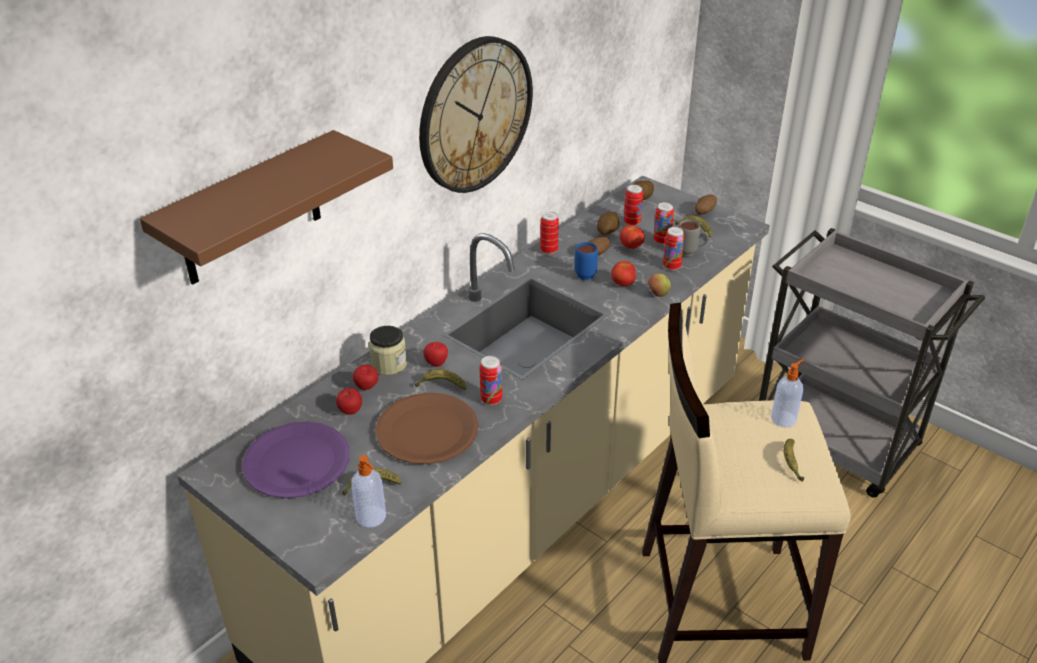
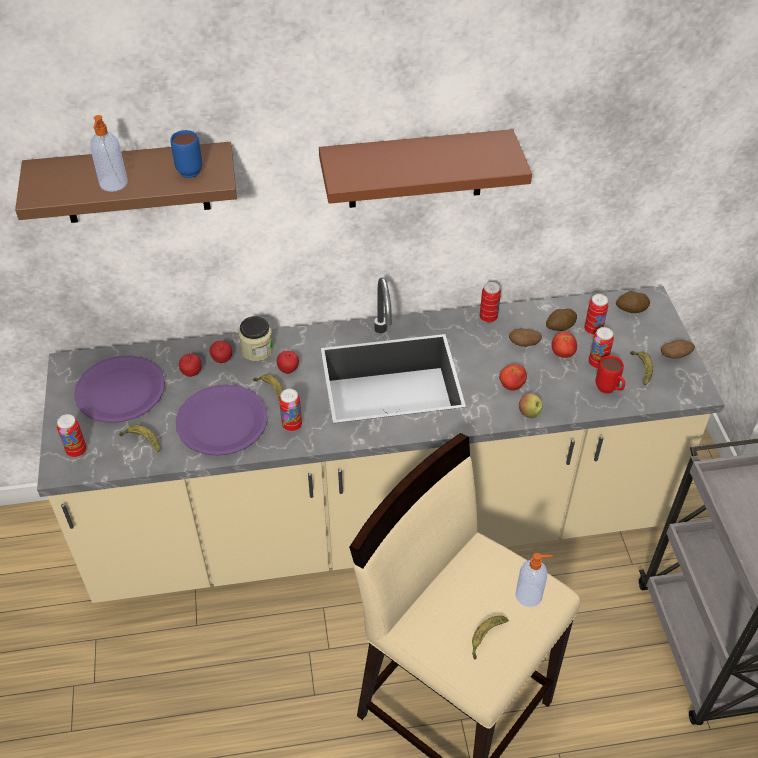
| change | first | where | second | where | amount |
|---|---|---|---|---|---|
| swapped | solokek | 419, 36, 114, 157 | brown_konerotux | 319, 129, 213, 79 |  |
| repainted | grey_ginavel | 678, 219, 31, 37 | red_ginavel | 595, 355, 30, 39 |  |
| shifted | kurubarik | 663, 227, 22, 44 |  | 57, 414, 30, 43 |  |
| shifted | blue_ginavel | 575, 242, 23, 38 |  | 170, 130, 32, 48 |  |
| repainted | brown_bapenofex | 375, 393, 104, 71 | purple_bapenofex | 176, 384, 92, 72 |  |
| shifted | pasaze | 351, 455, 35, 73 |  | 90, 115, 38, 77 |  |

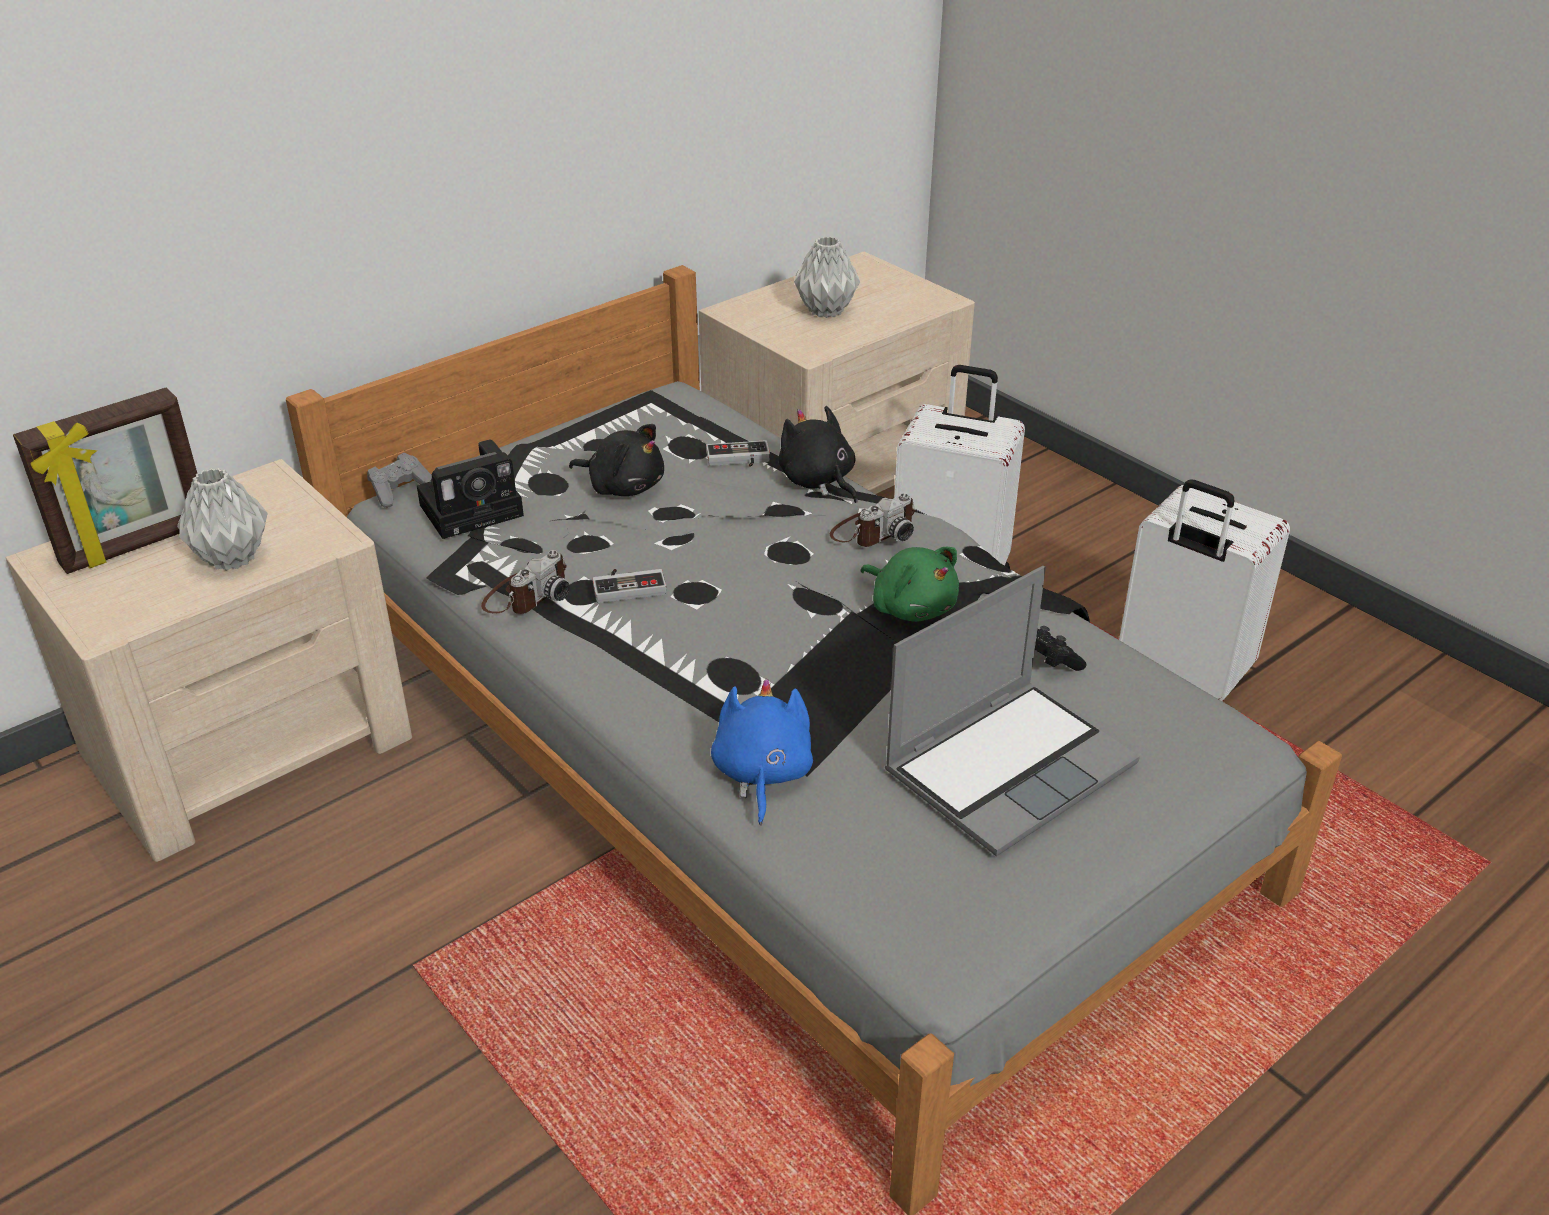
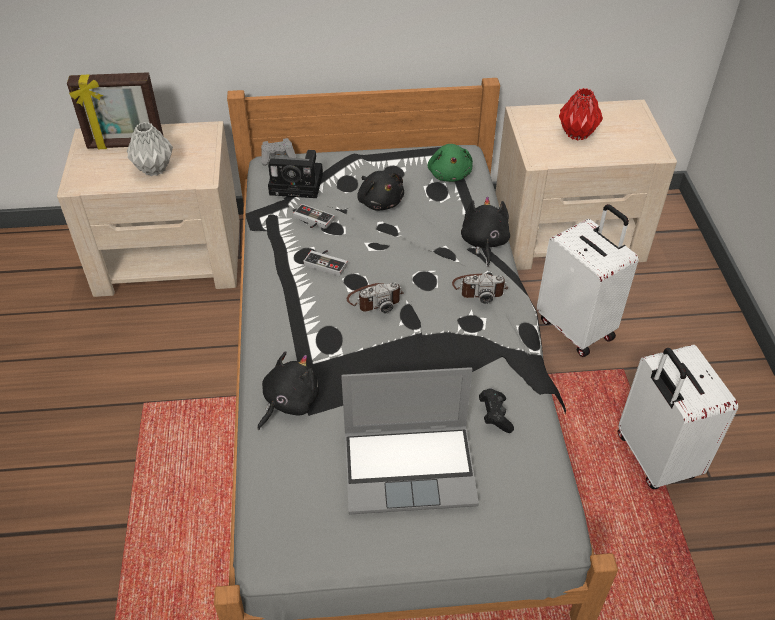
| change | first | where | second | where | amount |
|---|---|---|---|---|---|
| repainted | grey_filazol | 794, 236, 66, 82 | red_filazol | 559, 88, 44, 53 |  |
| shifted | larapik | 706, 440, 64, 27 |  | 293, 204, 42, 25 |  |
| shifted | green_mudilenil | 861, 547, 98, 75 |  | 428, 144, 45, 38 |  |
| shifted | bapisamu | 481, 550, 89, 64 |  | 347, 282, 57, 31 |  |
| repainted | blue_mudilenil | 711, 679, 102, 146 | black_mudilenil | 257, 352, 62, 78 |  |

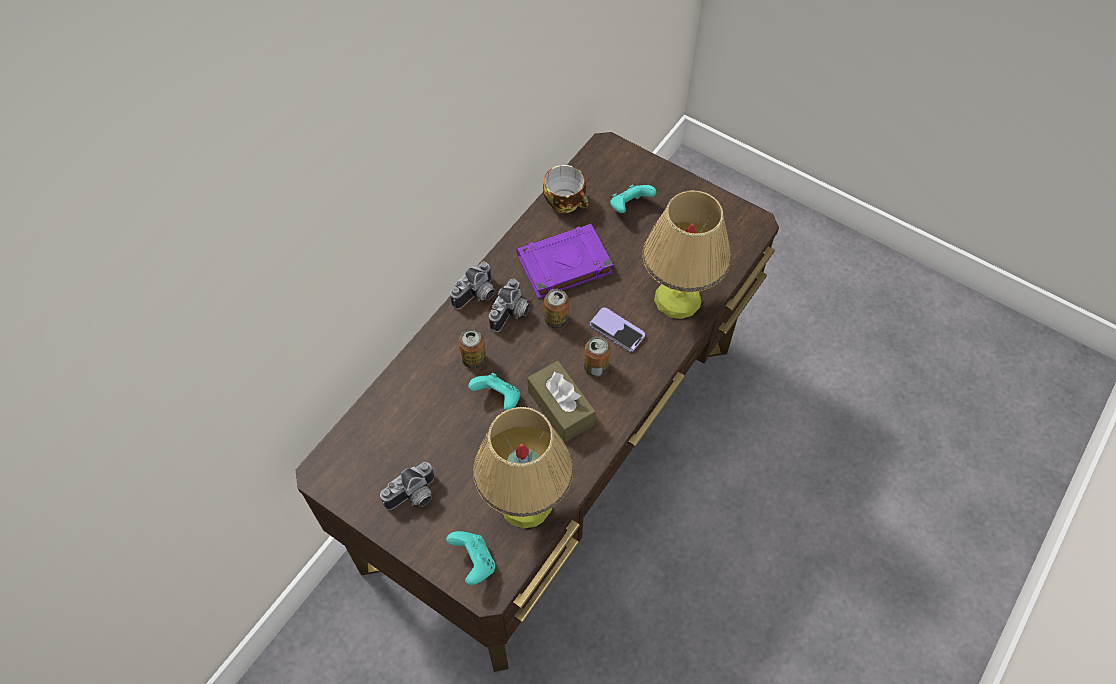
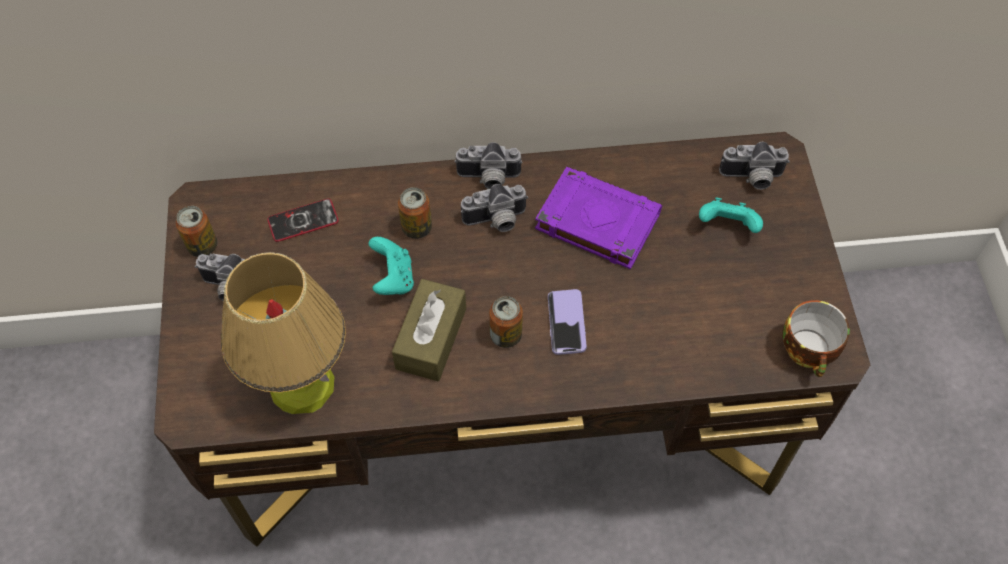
| change | first | where | second | where | amount |
|---|---|---|---|---|---|
| shifted | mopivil | 543, 165, 46, 48 |  | 782, 300, 68, 77 |  |
| gone | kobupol | 643, 190, 88, 129 |  |  |  |
| shifted | kurubarik | 544, 289, 25, 40 |  | 175, 206, 42, 51 |  |
| gone | turquoise_larapik | 446, 531, 49, 54 |  |  |  |
| new |  |  | bapisamu | 719, 142, 71, 48 |  |
| new |  |  | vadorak | 267, 199, 72, 43 |  |

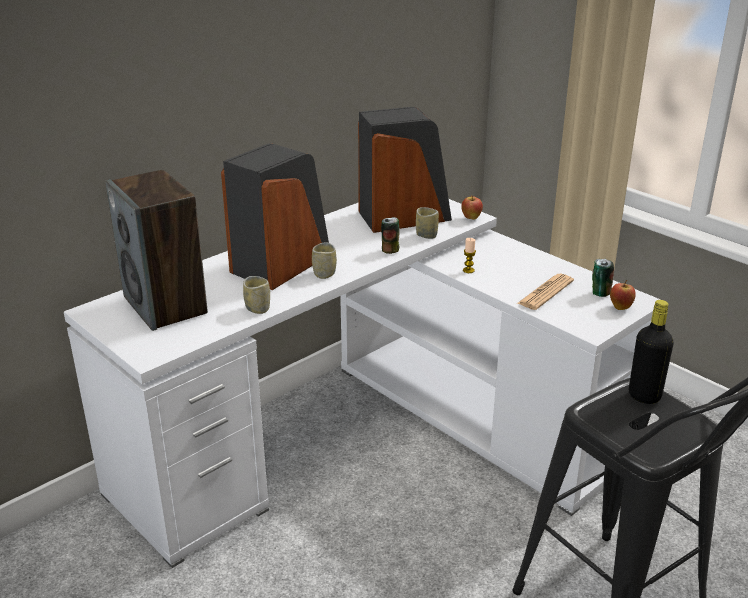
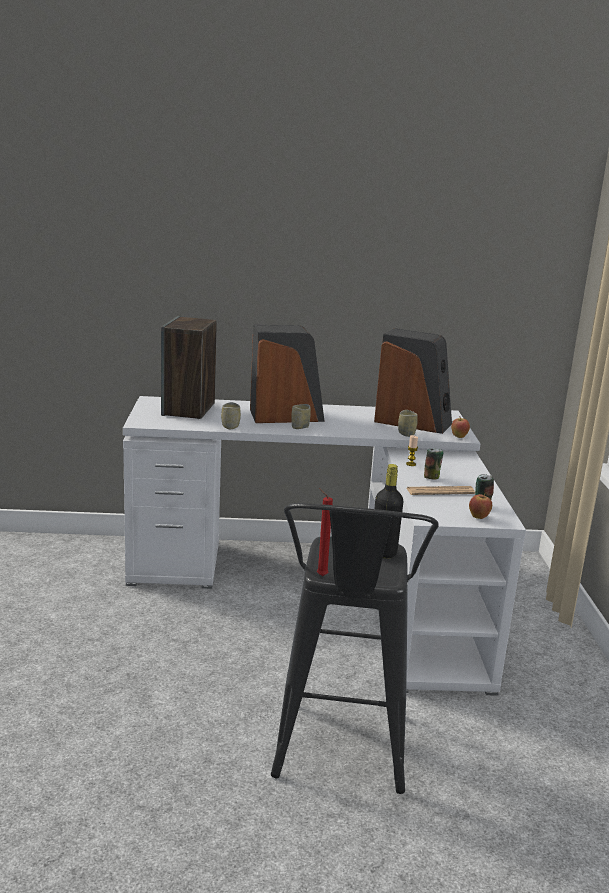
| change | first | where | second | where | amount |
|---|---|---|---|---|---|
| shifted | kurubarik | 381, 217, 18, 37 |  | 424, 448, 19, 31 |  |
| new |  |  | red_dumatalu | 317, 488, 16, 88 |  |

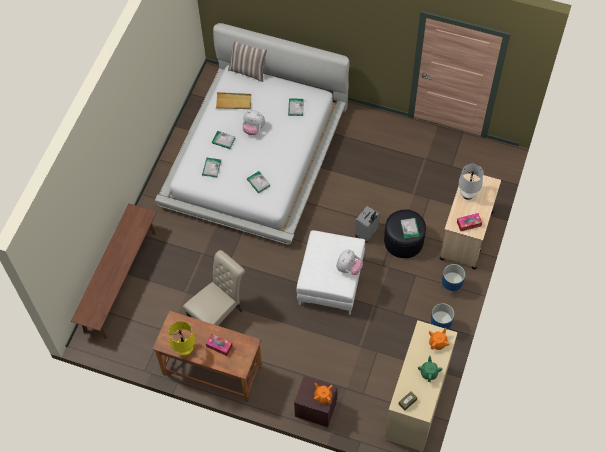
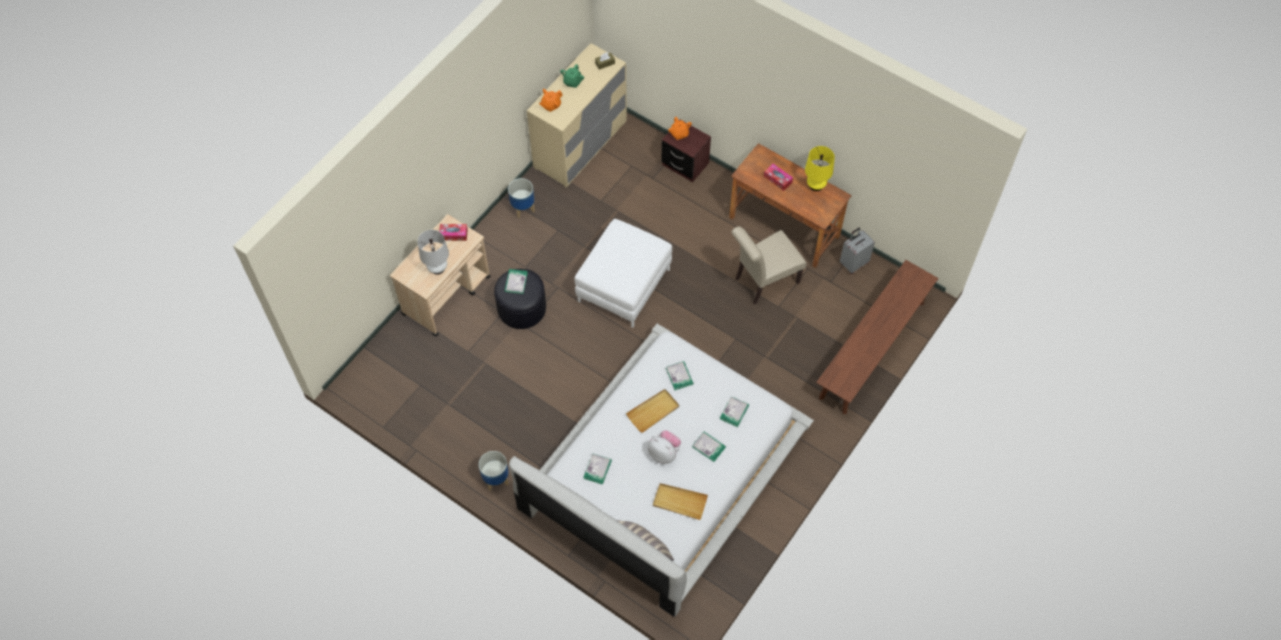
| change | first | where | second | where | amount |
|---|---|---|---|---|---|
| shifted | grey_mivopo | 355, 206, 25, 37 |  | 840, 227, 35, 47 |  |
| gone | mudilenil | 336, 249, 27, 26 |  |  |  |
| shifted | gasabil | 441, 264, 24, 33 |  | 479, 451, 30, 40 |  |
| new |  |  | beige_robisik | 626, 389, 53, 44 |  |

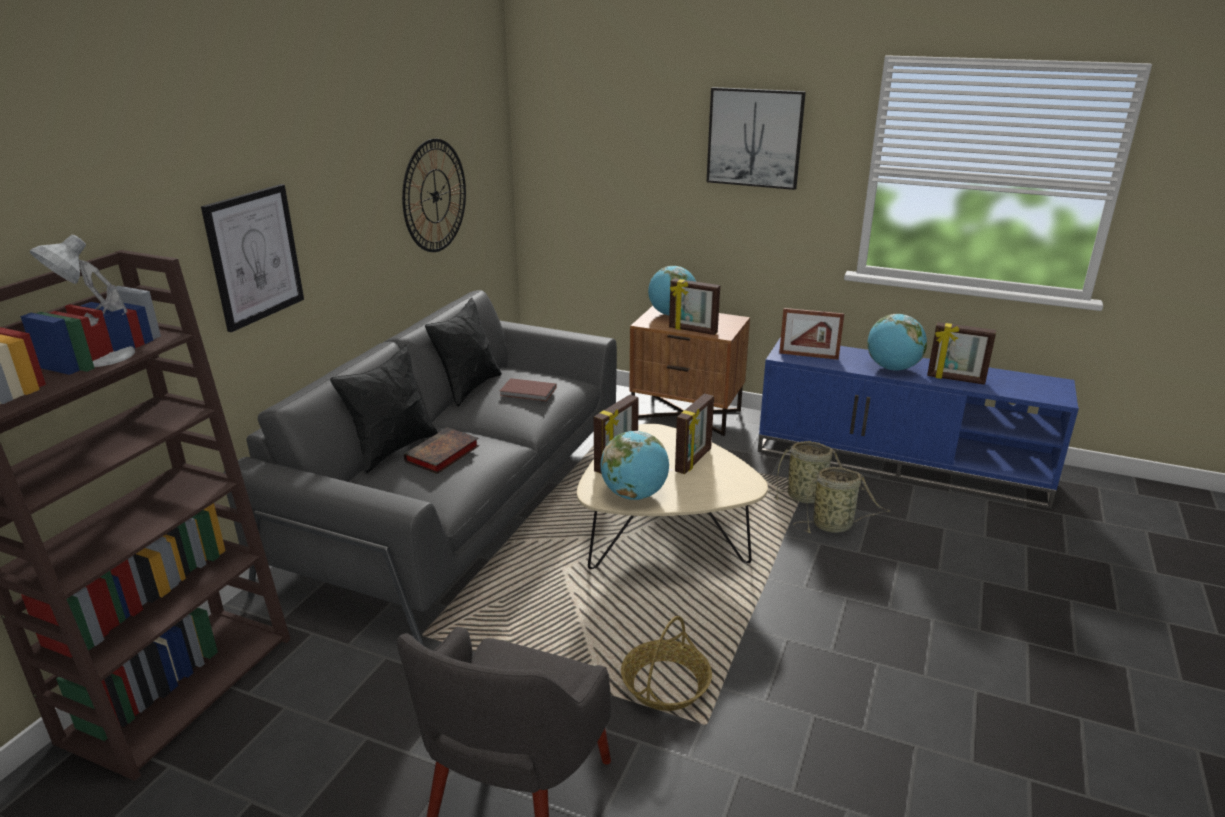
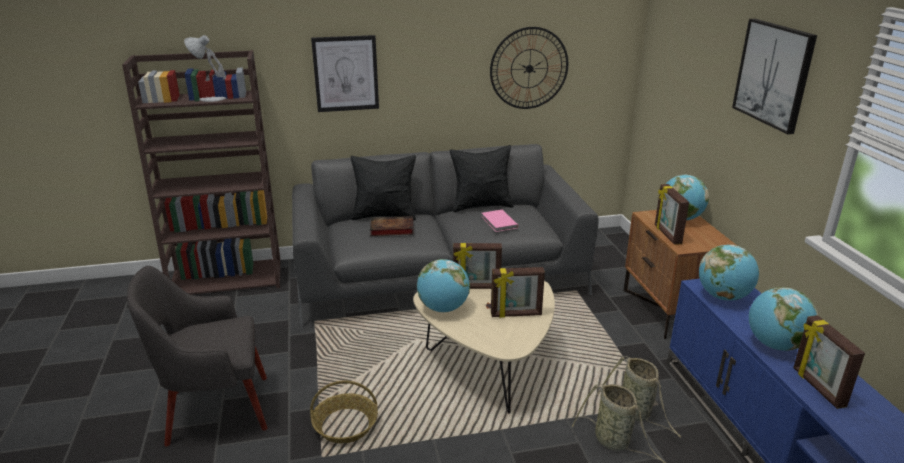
| change | first | where | second | where | amount |
|---|---|---|---|---|---|
| swapped | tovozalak | 779, 308, 65, 52 | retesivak | 699, 245, 60, 56 |  |
| repainted | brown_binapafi | 500, 378, 57, 23 | pink_binapafi | 481, 210, 38, 22 |  |

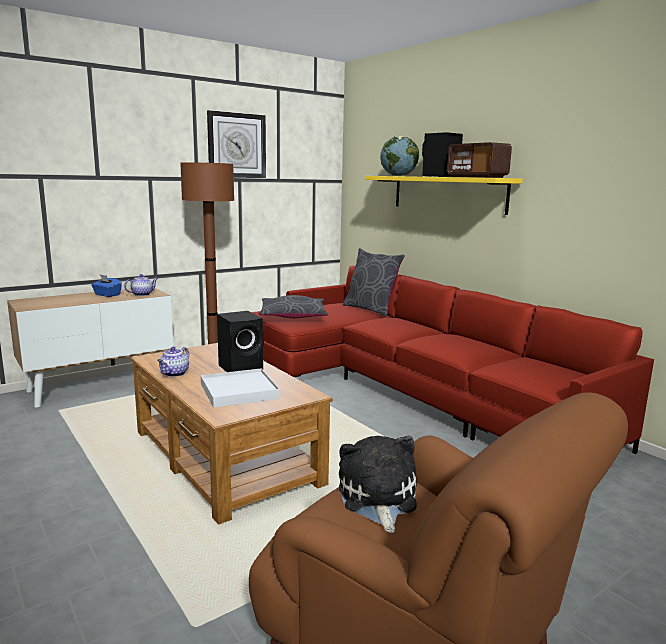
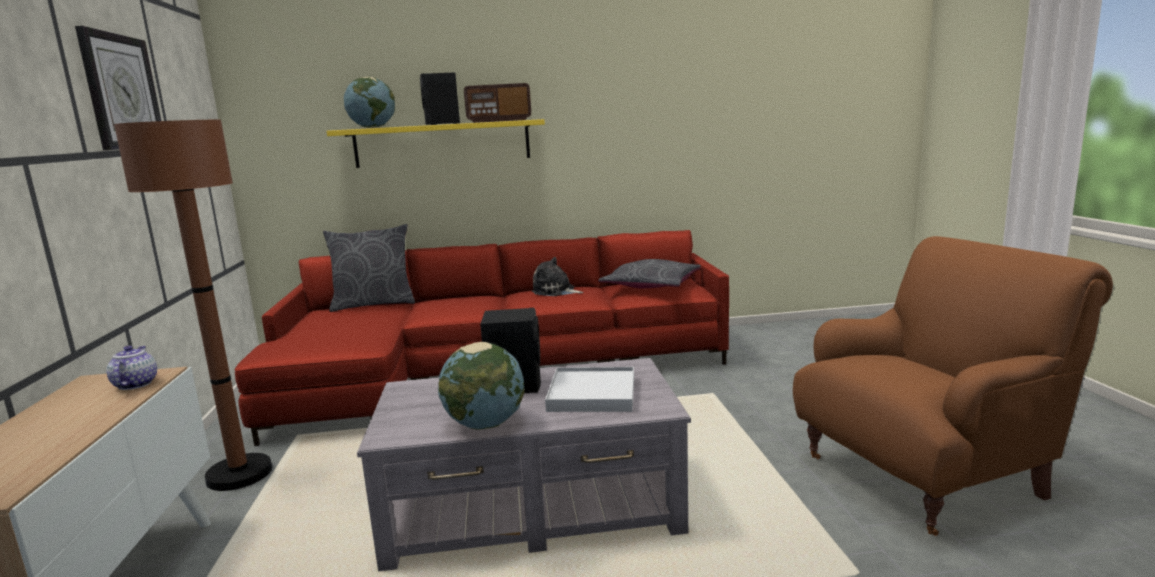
| change | first | where | second | where | amount |
|---|---|---|---|---|---|
| gone | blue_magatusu | 91, 274, 31, 23 |  |  |  |
| shifted | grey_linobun | 258, 295, 70, 23 |  | 598, 259, 103, 29 |  |
| repainted | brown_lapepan | 131, 343, 202, 182 | grey_lapepan | 357, 358, 334, 213 |  |
| swapped | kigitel | 157, 347, 32, 30 | retesivak | 438, 342, 87, 88 |  |
| shifted | mudilenil | 339, 436, 78, 97 |  | 532, 257, 51, 39 |  |

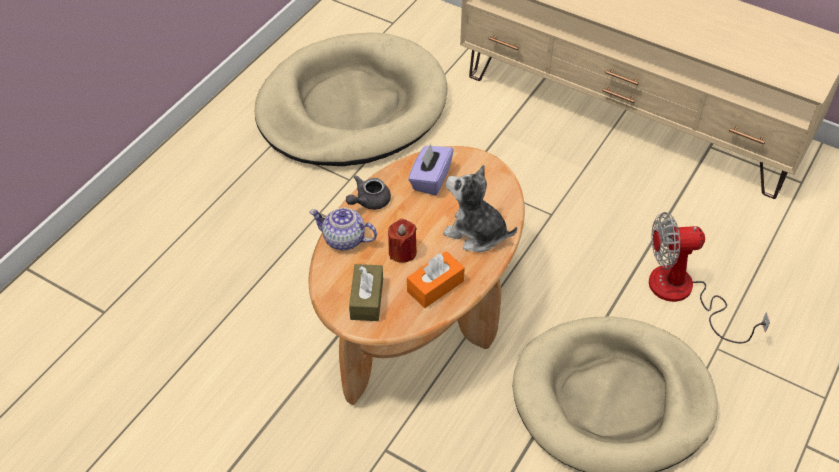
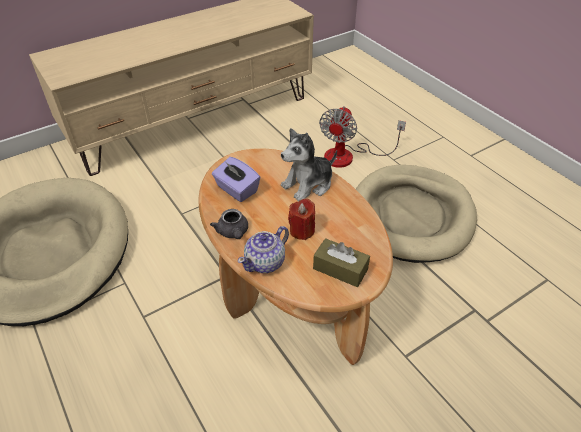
| change | first | where | second | where | amount |
|---|---|---|---|---|---|
| gone | orange_magatusu | 407, 251, 58, 57 |  |  |  |

